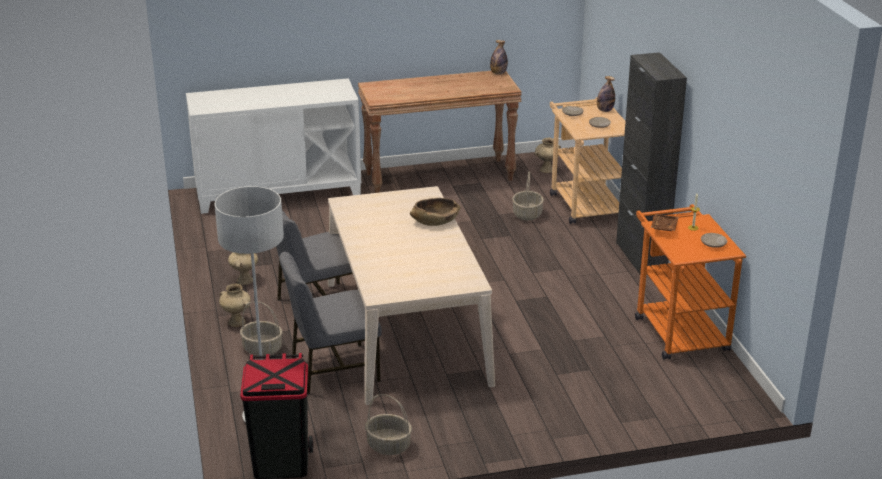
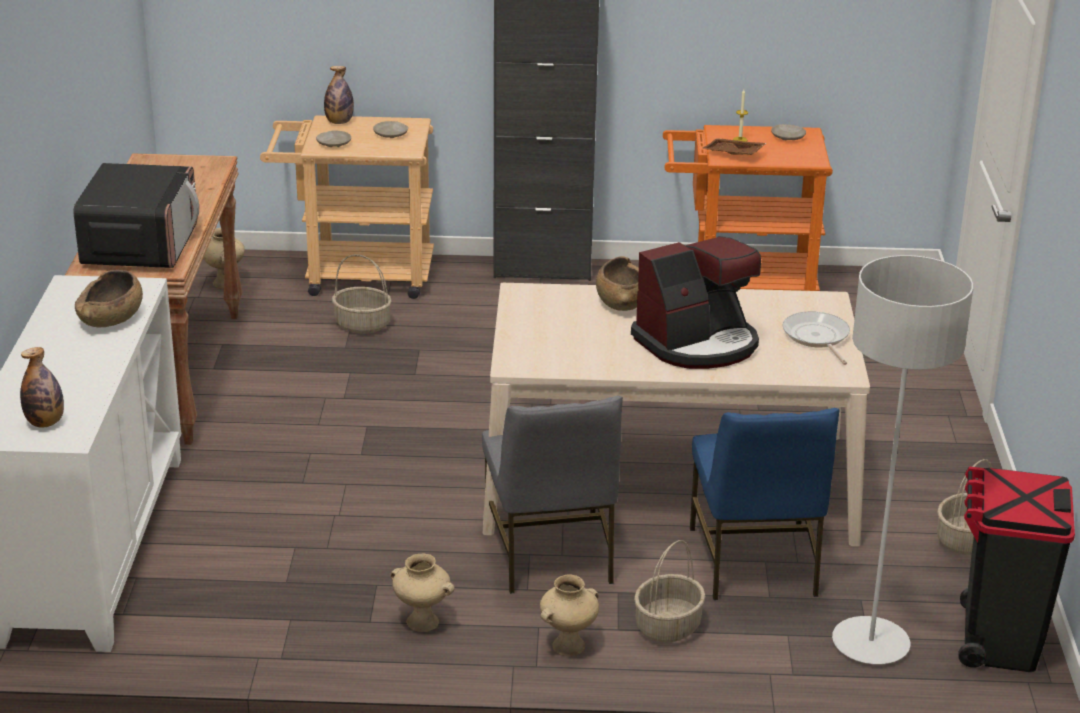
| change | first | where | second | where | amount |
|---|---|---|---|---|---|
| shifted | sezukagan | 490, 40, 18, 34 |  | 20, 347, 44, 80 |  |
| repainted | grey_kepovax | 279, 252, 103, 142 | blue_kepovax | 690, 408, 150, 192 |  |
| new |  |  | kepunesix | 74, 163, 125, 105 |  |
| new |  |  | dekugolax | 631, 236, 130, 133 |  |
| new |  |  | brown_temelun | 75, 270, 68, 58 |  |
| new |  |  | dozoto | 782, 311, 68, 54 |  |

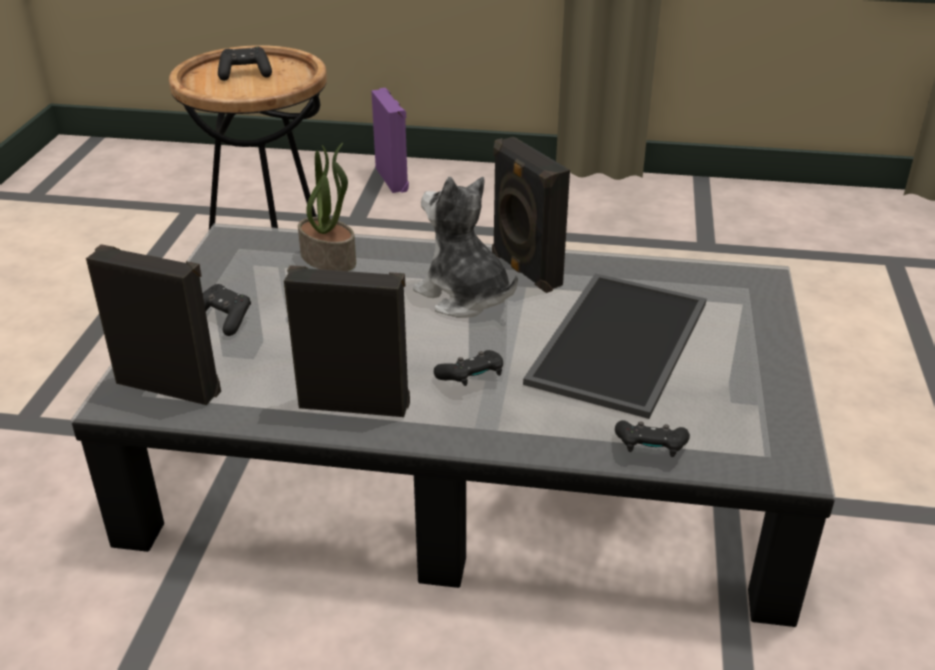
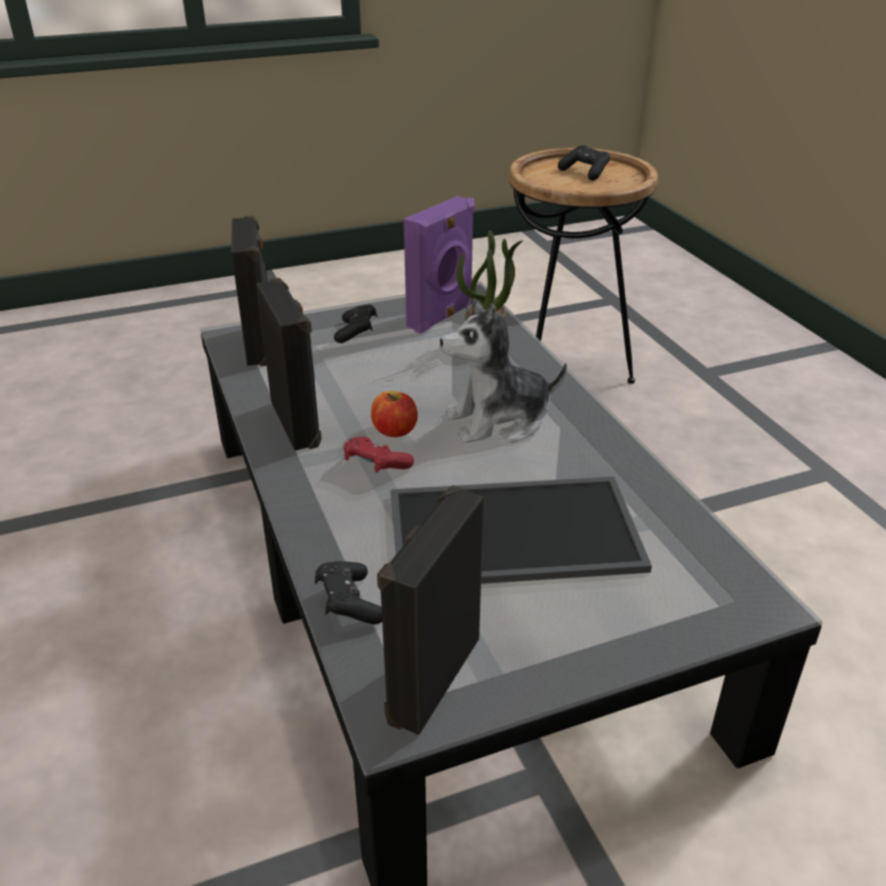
| change | first | where | second | where | amount |
|---|---|---|---|---|---|
| shifted | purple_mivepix | 371, 88, 38, 105 |  | 404, 196, 71, 138 |  |
| shifted | black_mivepix | 492, 137, 78, 156 |  | 377, 485, 107, 250 |  |
| rotated | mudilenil | 413, 177, 105, 141 |  | 440, 299, 127, 144 | 120 degrees counterclockwise |
| repainted | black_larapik | 434, 350, 69, 36 | red_larapik | 344, 437, 70, 36 |  |
| new |  |  | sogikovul | 371, 391, 47, 46 |  |

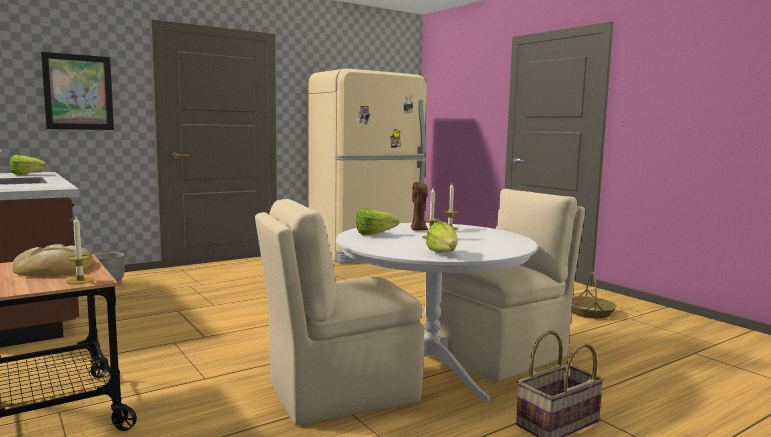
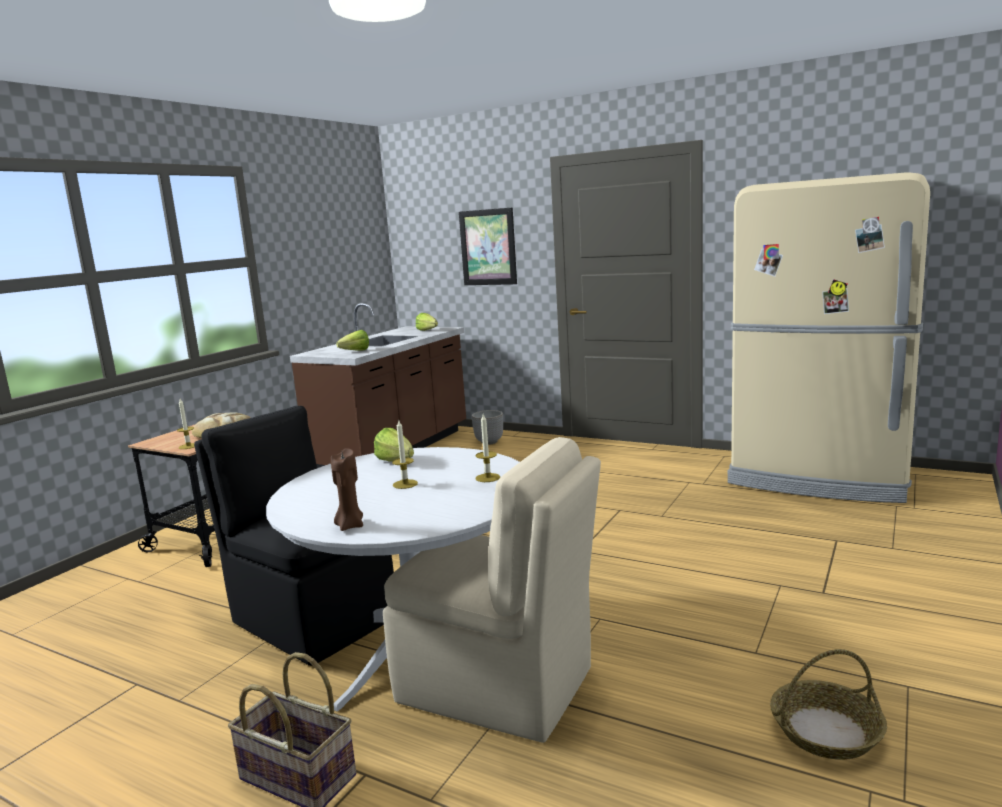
| change | first | where | second | where | amount |
|---|---|---|---|---|---|
| shifted | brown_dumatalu | 411, 182, 17, 49 |  | 331, 448, 32, 83 |  |
| repainted | beige_kepovax | 255, 199, 169, 226 | black_kepovax | 194, 406, 200, 260 |  |
| shifted | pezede | 426, 221, 32, 32 |  | 336, 330, 33, 21 |  |

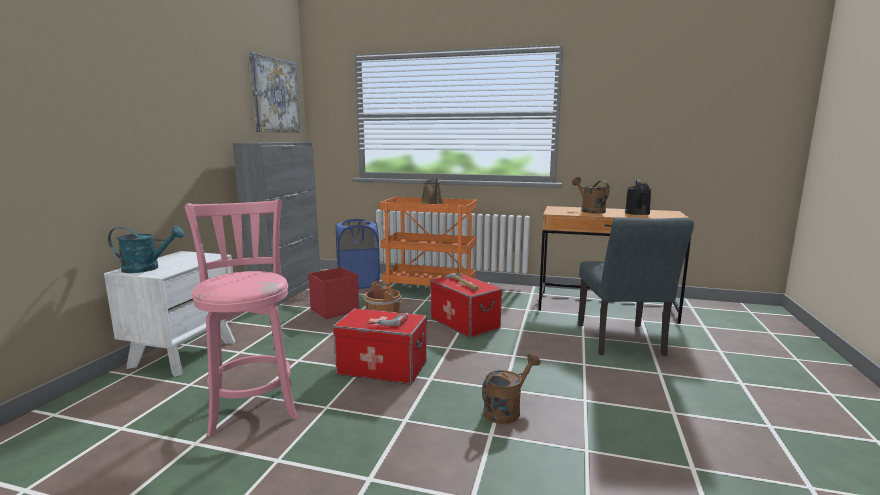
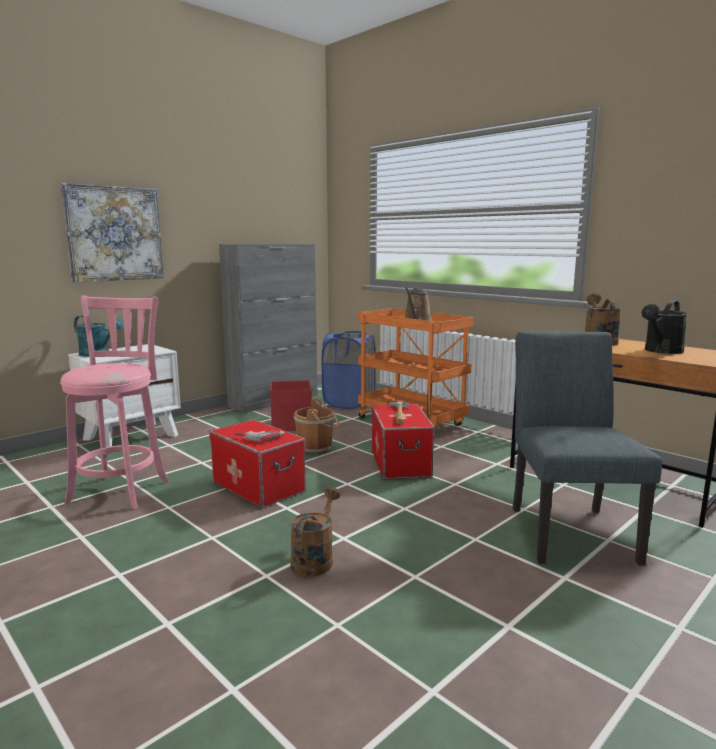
| change | first | where | second | where | amount |
|---|---|---|---|---|---|
| shifted | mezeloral | 249, 53, 51, 79 |  | 61, 183, 103, 99 |  |
| rotated | grey_kepovax | 578, 217, 116, 139 |  | 513, 332, 149, 233 | 150 degrees clockwise |
| rotated | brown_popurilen | 482, 353, 59, 71 |  | 290, 486, 51, 91 | 60 degrees counterclockwise |

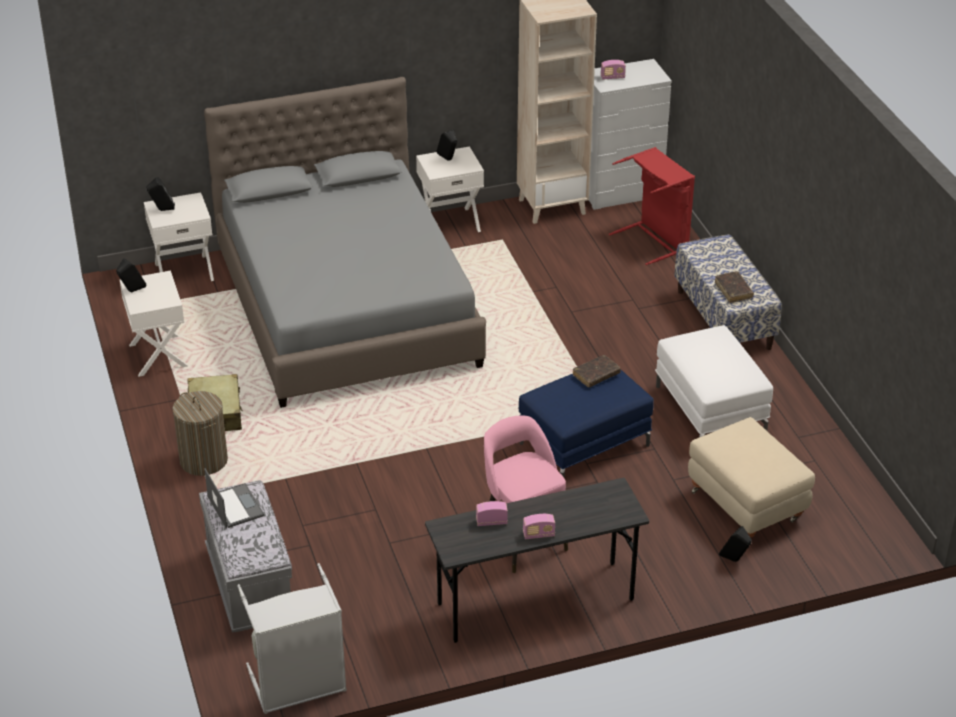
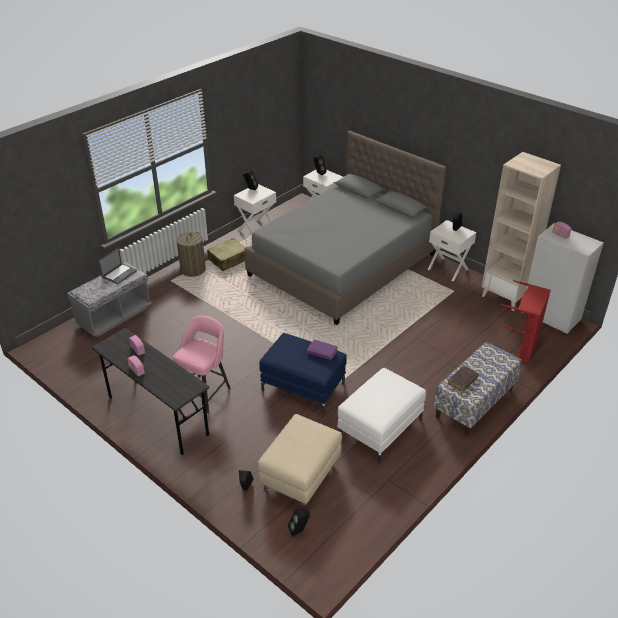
| change | first | where | second | where | amount |
|---|---|---|---|---|---|
| repainted | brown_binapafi | 573, 355, 48, 32 | purple_binapafi | 307, 340, 31, 20 |  |
| gone | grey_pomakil | 237, 563, 110, 151 |  |  |  |
| new |  |  | black_mivepix | 288, 508, 22, 29 |  |

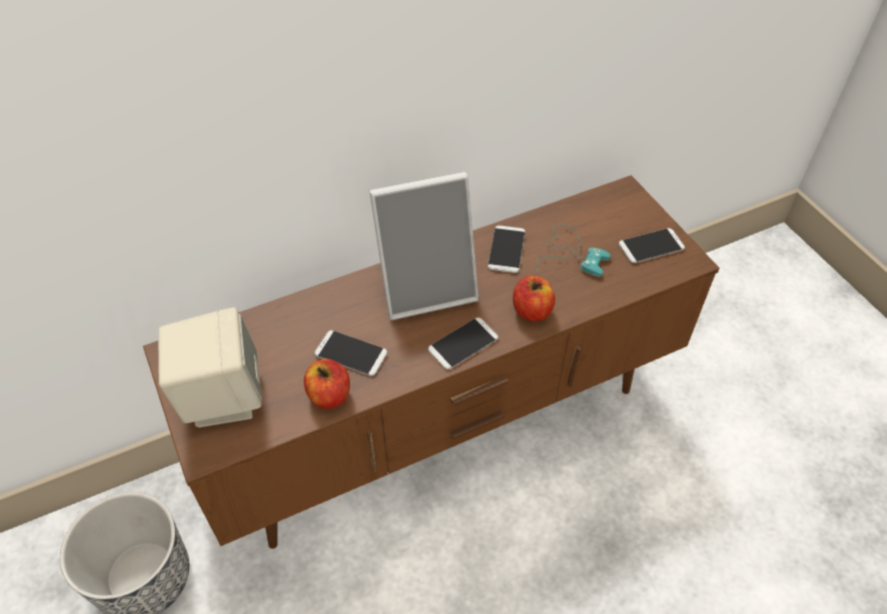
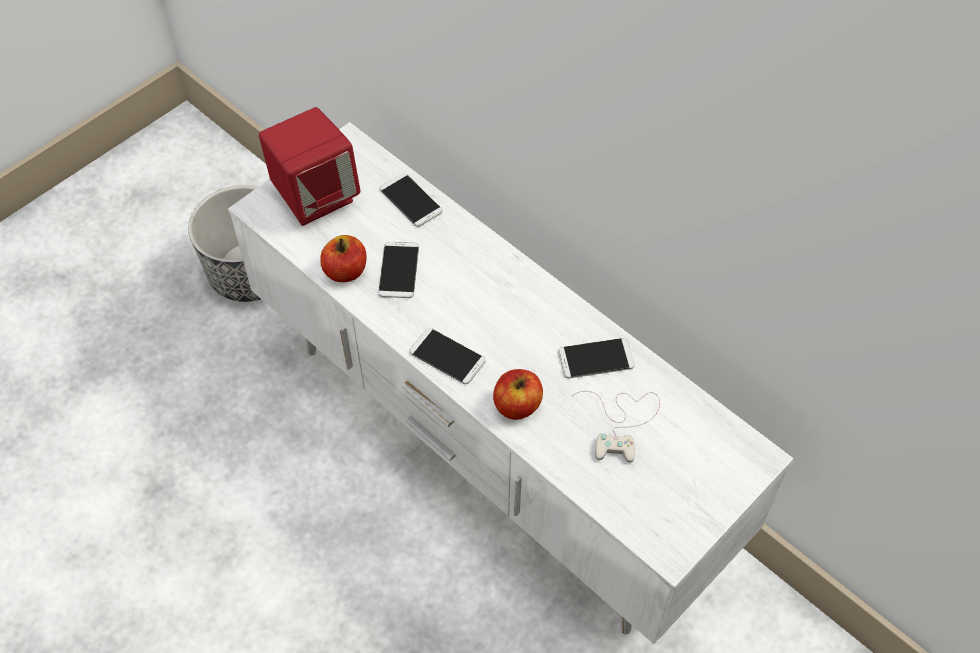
| change | first | where | second | where | amount |
|---|---|---|---|---|---|
| gone | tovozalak | 370, 172, 109, 148 |  |  |  |
| repainted | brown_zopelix | 143, 175, 576, 374 | white_zopelix | 228, 122, 566, 522 |  |
| repainted | turquoise_larapik | 536, 224, 75, 53 | white_larapik | 572, 391, 88, 71 |  |
| shifted | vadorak | 619, 228, 66, 35 |  | 380, 173, 62, 54 |  |
| repainted | beige_mivepix | 158, 307, 104, 120 | red_mivepix | 259, 107, 101, 119 |  |

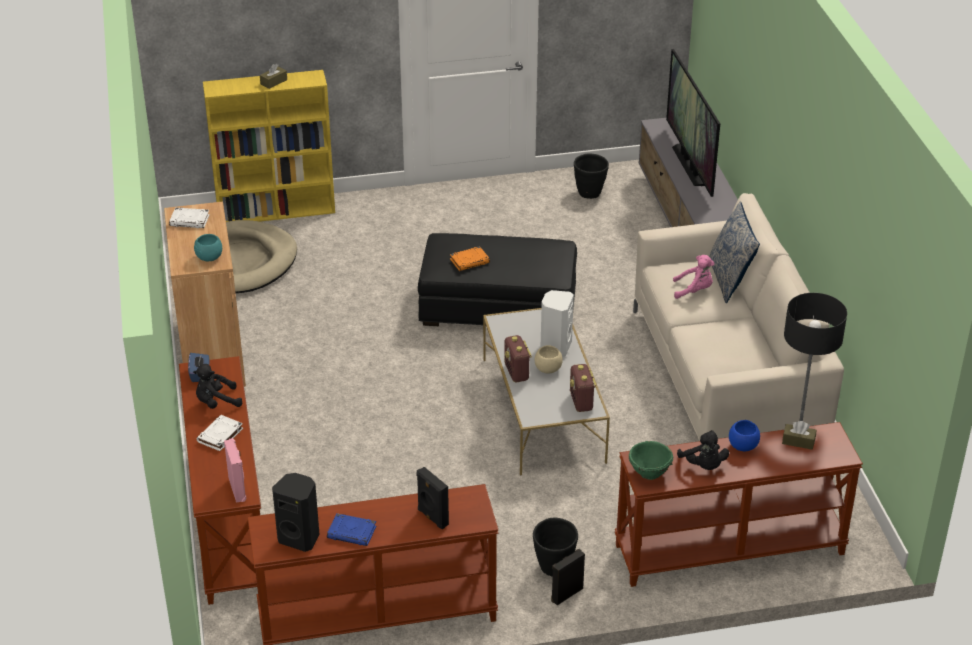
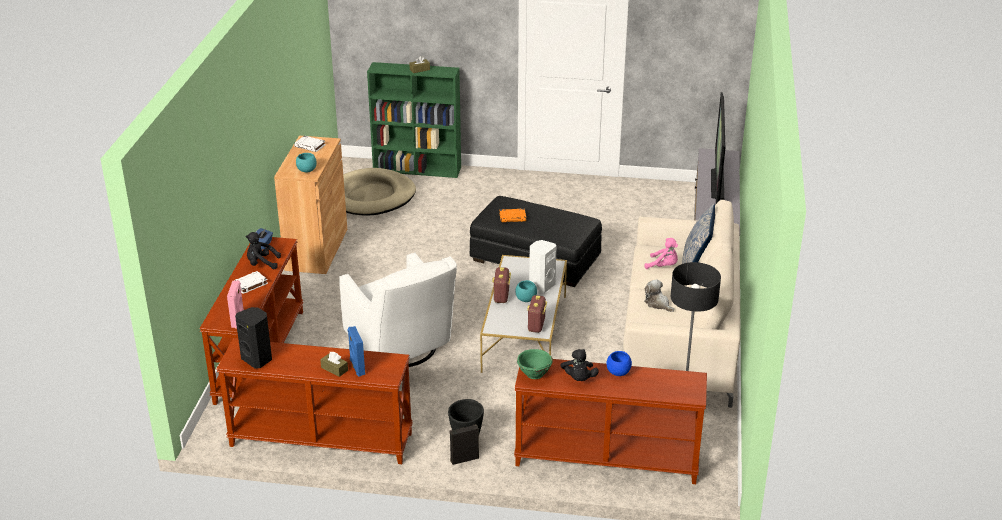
| change | first | where | second | where | amount |
|---|---|---|---|---|---|
| repainted | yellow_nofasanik | 203, 70, 132, 152 | green_nofasanik | 367, 62, 94, 116 |  |
| gone | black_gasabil | 574, 153, 35, 46 |  |  |  |
| repainted | beige_temelun | 535, 345, 28, 29 | turquoise_temelun | 515, 280, 22, 22 |  |
| shifted | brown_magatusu | 782, 421, 35, 29 |  | 320, 352, 28, 25 |  |
| repainted | black_mivepix | 417, 467, 32, 62 | blue_mivepix | 347, 326, 18, 50 |  |
| gone | blue_binapafi | 327, 513, 49, 33 |  |  |  |
| new |  |  | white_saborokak | 339, 252, 118, 115 |  |
| new |  |  | mudilenil | 644, 279, 30, 33 |  |

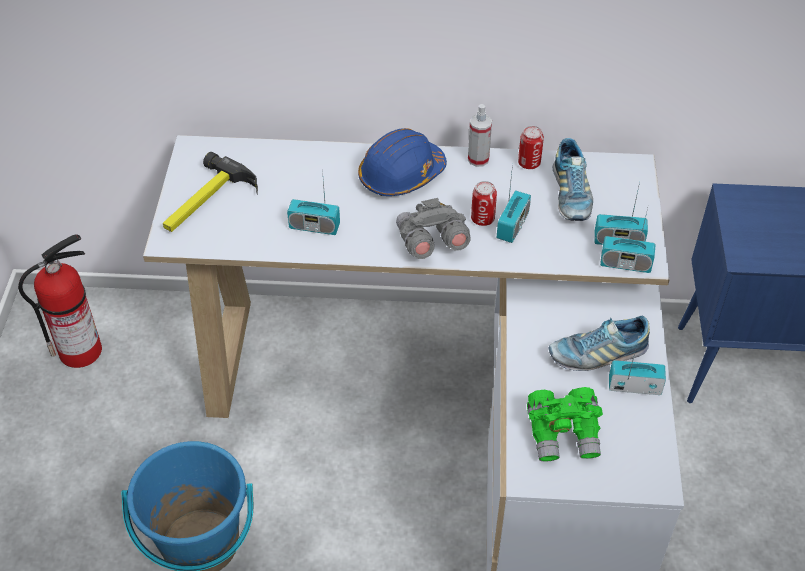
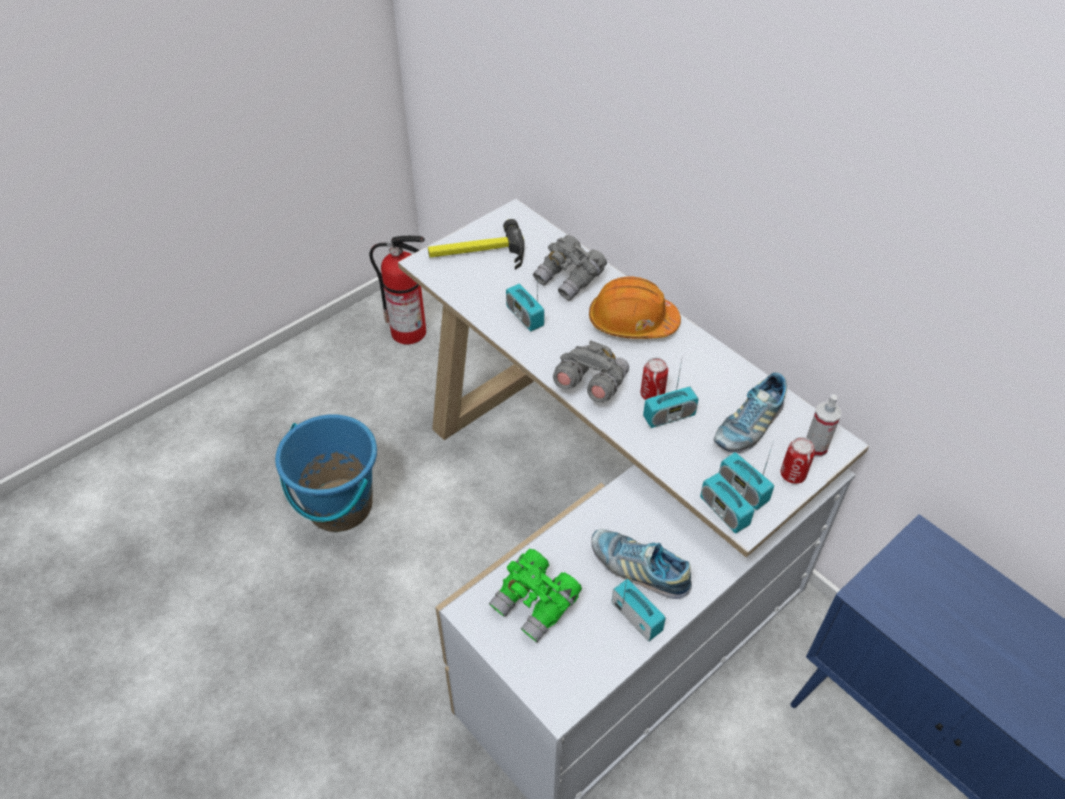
| change | first | where | second | where | amount |
|---|---|---|---|---|---|
| shifted | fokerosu | 468, 104, 24, 63 |  | 806, 394, 36, 63 |  |
| shifted | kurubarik | 518, 126, 26, 43 |  | 780, 437, 35, 47 |  |
| repainted | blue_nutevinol | 358, 128, 89, 68 | orange_nutevinol | 589, 277, 92, 62 |  |
| new |  |  | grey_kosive | 533, 235, 74, 66 |  |

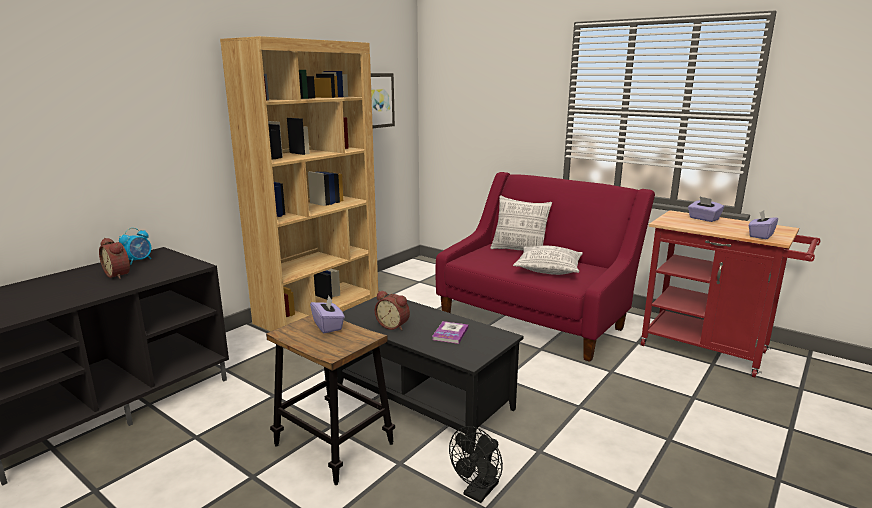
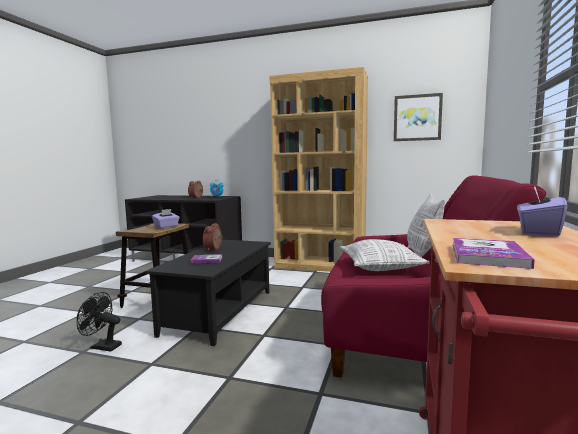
| change | first | where | second | where | amount |
|---|---|---|---|---|---|
| swapped | purple_magatusu | 749, 210, 29, 29 | binapafi | 452, 238, 83, 31 |  |

